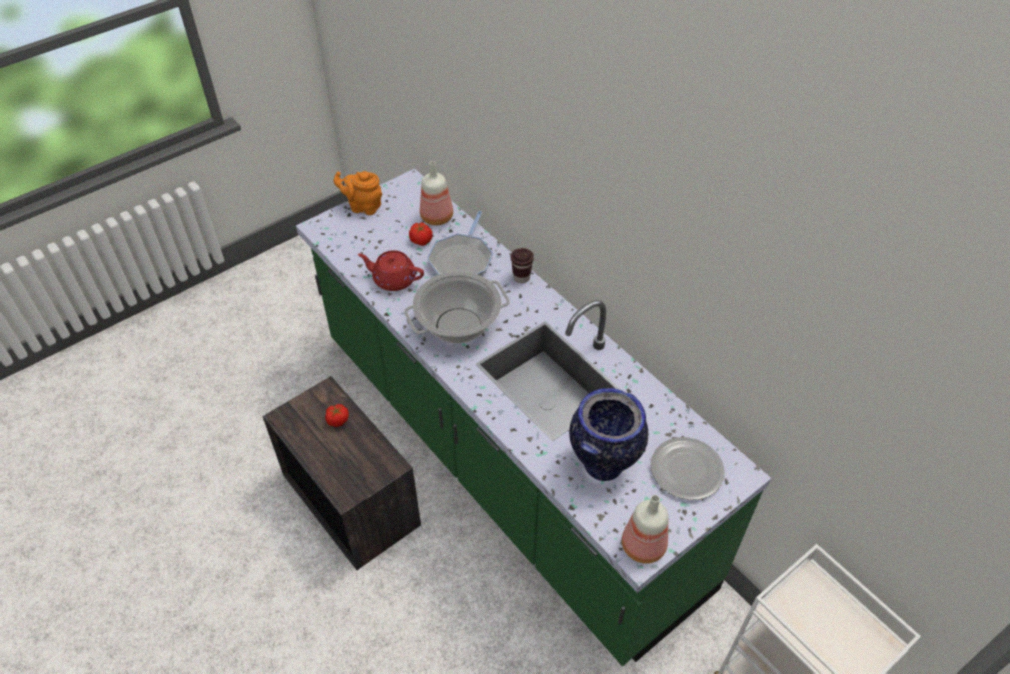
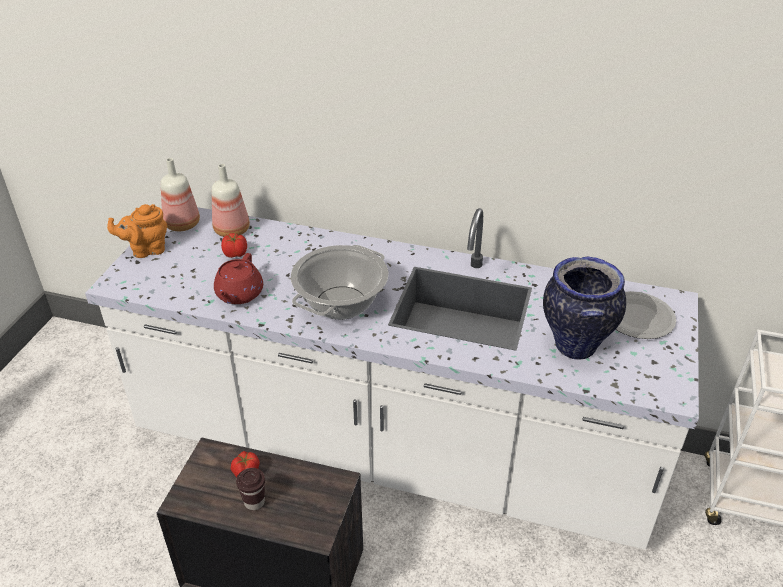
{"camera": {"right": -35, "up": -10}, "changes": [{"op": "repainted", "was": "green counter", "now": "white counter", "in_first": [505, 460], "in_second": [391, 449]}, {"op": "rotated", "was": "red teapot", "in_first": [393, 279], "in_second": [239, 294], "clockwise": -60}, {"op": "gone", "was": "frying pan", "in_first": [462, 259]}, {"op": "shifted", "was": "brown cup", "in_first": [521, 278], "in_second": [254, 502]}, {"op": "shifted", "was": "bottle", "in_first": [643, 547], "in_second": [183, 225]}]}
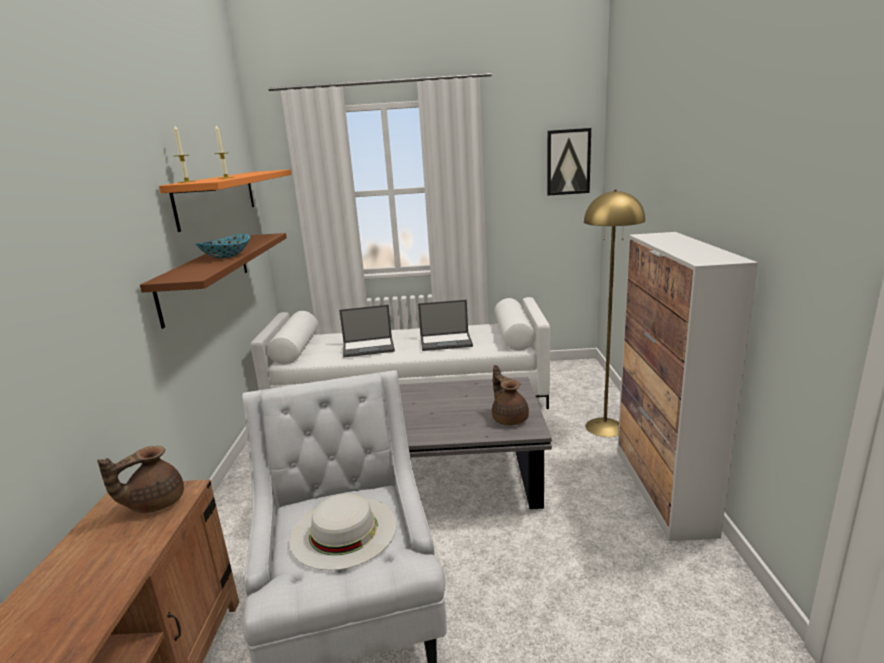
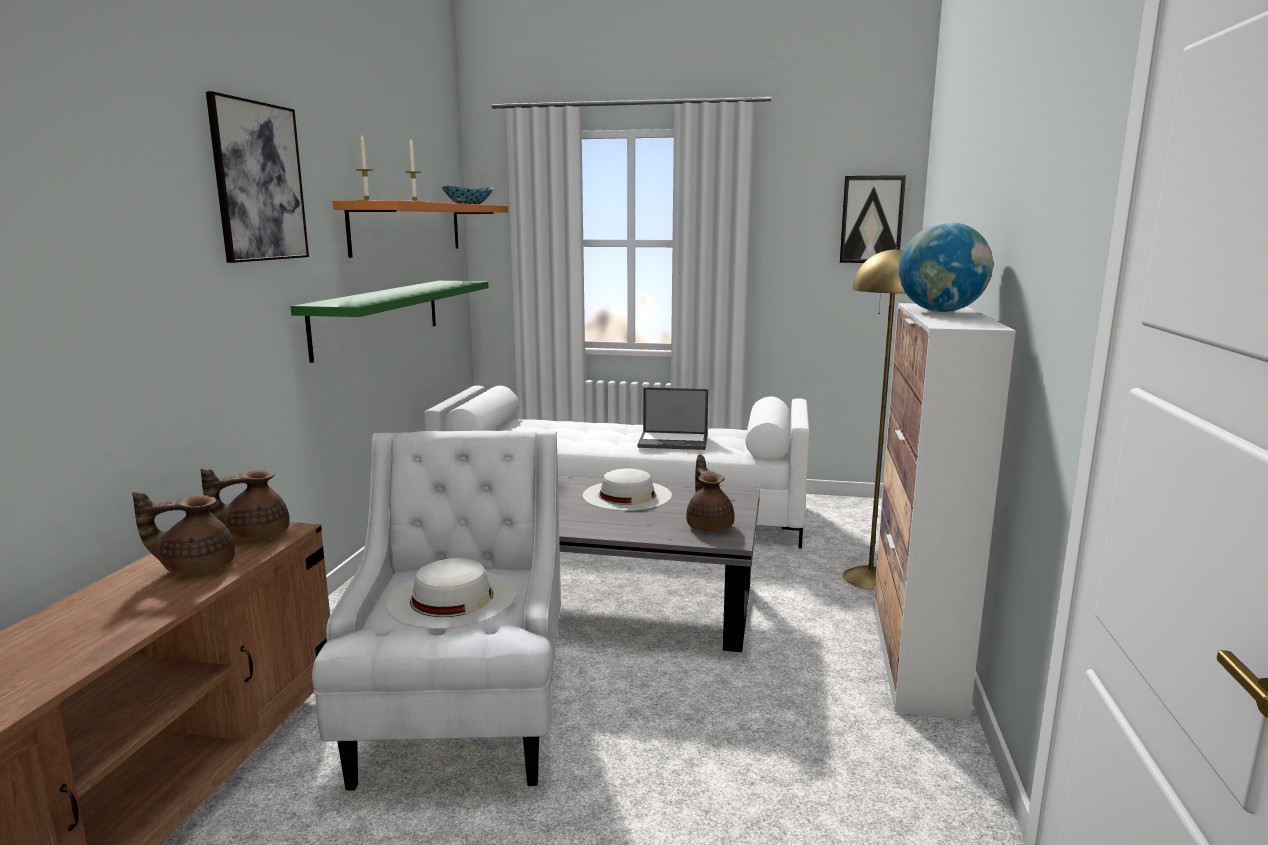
{"camera": {"right": 10, "up": -5}, "changes": [{"op": "repainted", "was": "brown shelf", "now": "green shelf", "in_first": [207, 275], "in_second": [379, 316]}, {"op": "shifted", "was": "bowl", "in_first": [226, 256], "in_second": [469, 204]}, {"op": "gone", "was": "laptop", "in_first": [369, 347]}, {"op": "new", "now": "brown teapot", "in_second": [196, 567]}, {"op": "new", "now": "picture", "in_second": [258, 182]}, {"op": "new", "now": "white hat", "in_second": [627, 495]}, {"op": "new", "now": "globe", "in_second": [941, 311]}]}
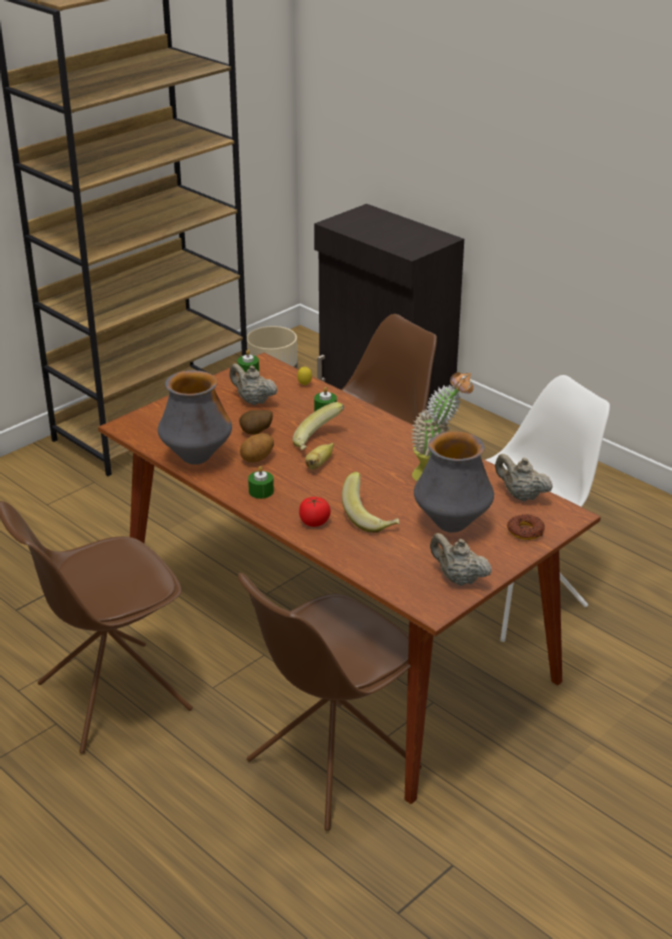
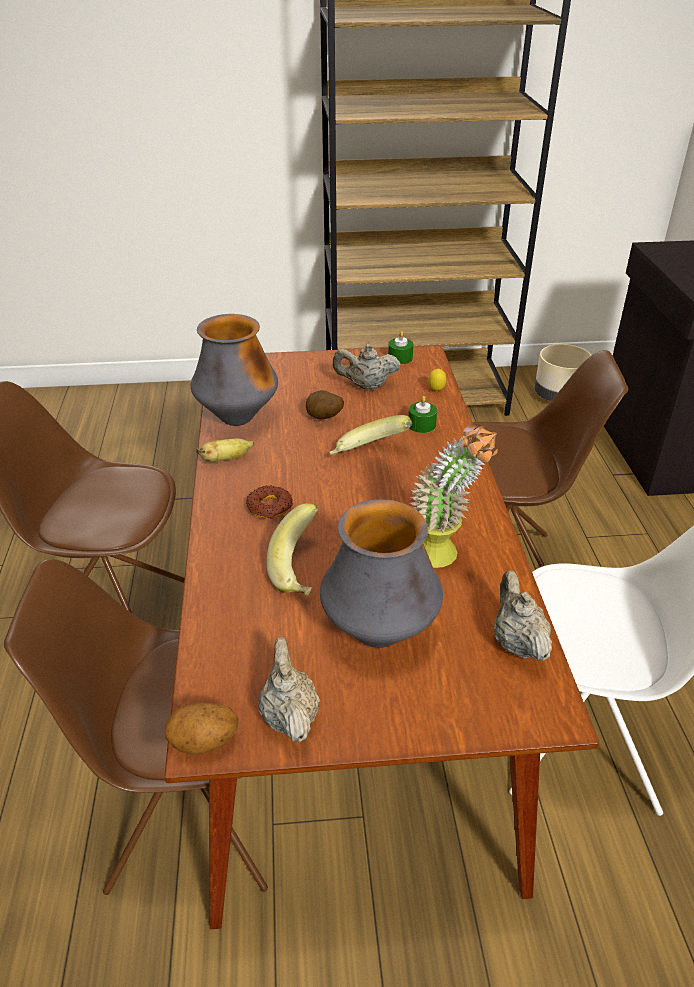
{"camera": {"right": 40, "up": 5}, "changes": [{"op": "rotated", "was": "beige teapot", "in_first": [253, 400], "in_second": [366, 386], "clockwise": -75}, {"op": "shifted", "was": "potato", "in_first": [257, 459], "in_second": [204, 743]}, {"op": "gone", "was": "green candle", "in_first": [261, 491]}, {"op": "gone", "was": "tomato", "in_first": [314, 522]}, {"op": "shifted", "was": "banana", "in_first": [319, 464], "in_second": [226, 459]}, {"op": "shifted", "was": "donut", "in_first": [525, 531], "in_second": [270, 507]}]}
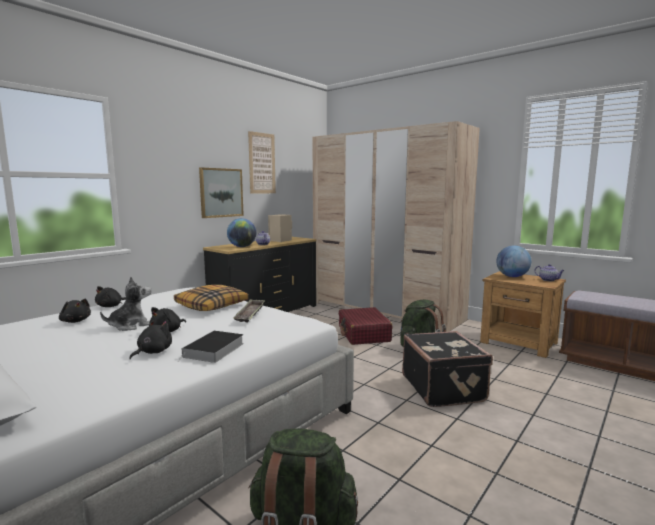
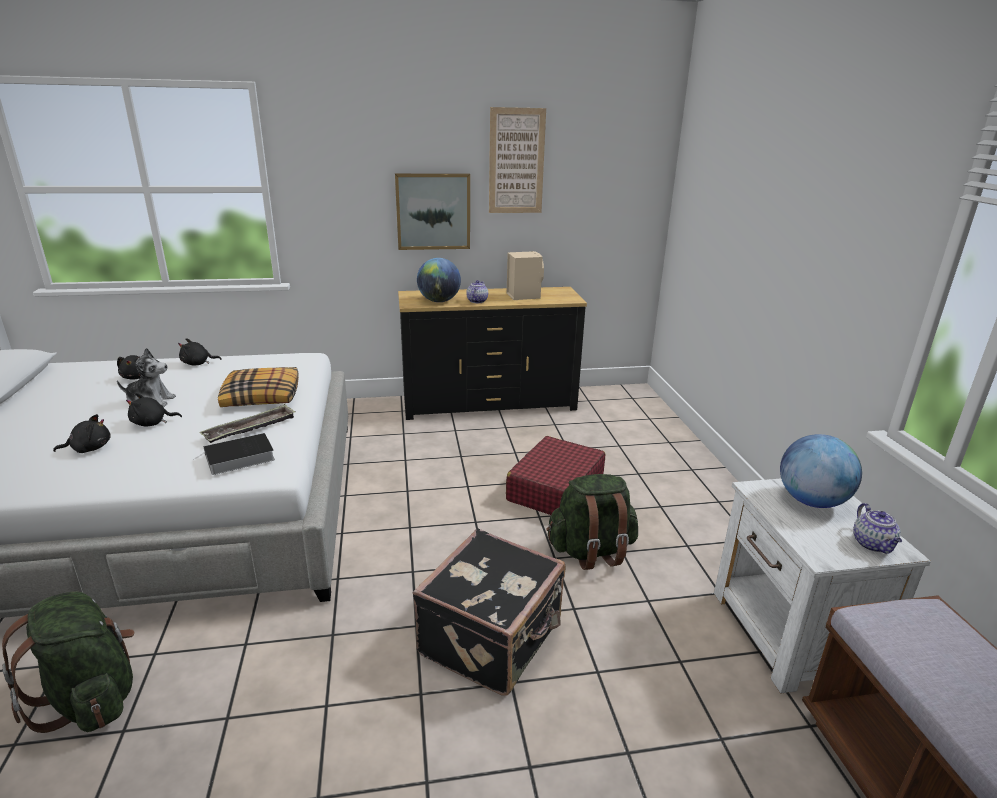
{"camera": {"right": 40, "up": 15}, "changes": [{"op": "shifted", "was": "book", "in_first": [213, 350], "in_second": [237, 458]}, {"op": "gone", "was": "beige wardrobe", "in_first": [385, 310]}, {"op": "repainted", "was": "brown nightstand", "now": "white nightstand", "in_first": [519, 343], "in_second": [790, 635]}]}
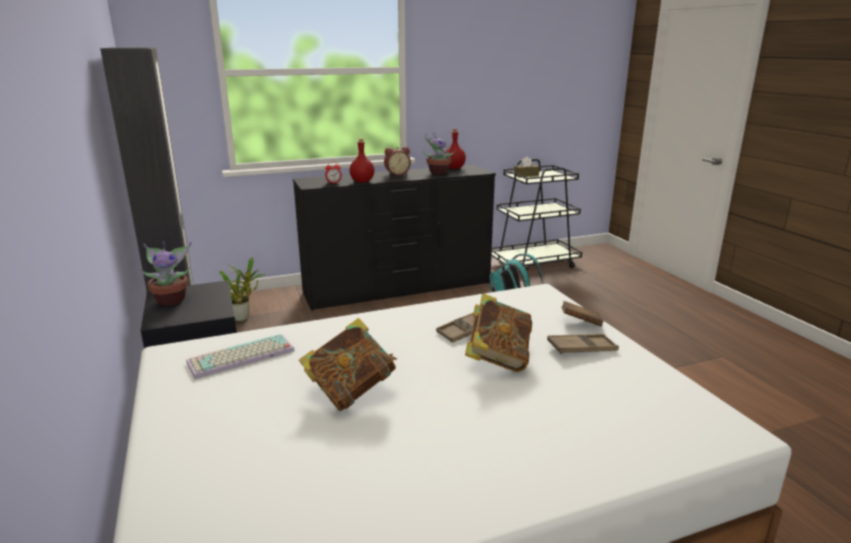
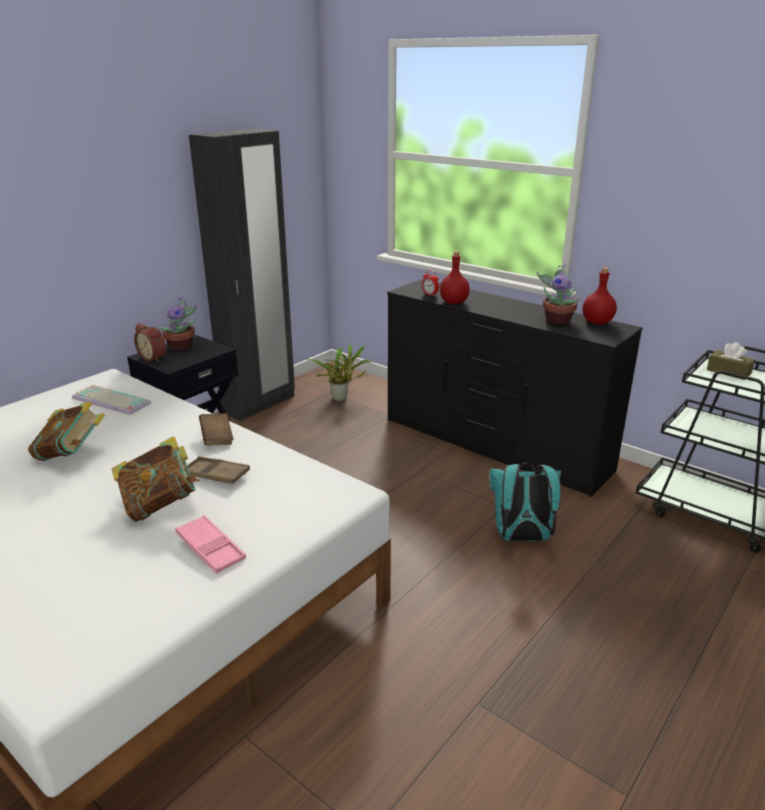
{"camera": {"right": 60, "up": 5}, "changes": [{"op": "shifted", "was": "alarm clock", "in_first": [397, 174], "in_second": [154, 358]}, {"op": "repainted", "was": "brown tray", "now": "pink tray", "in_first": [582, 348], "in_second": [210, 548]}, {"op": "shifted", "was": "brown book", "in_first": [580, 323], "in_second": [217, 438]}]}
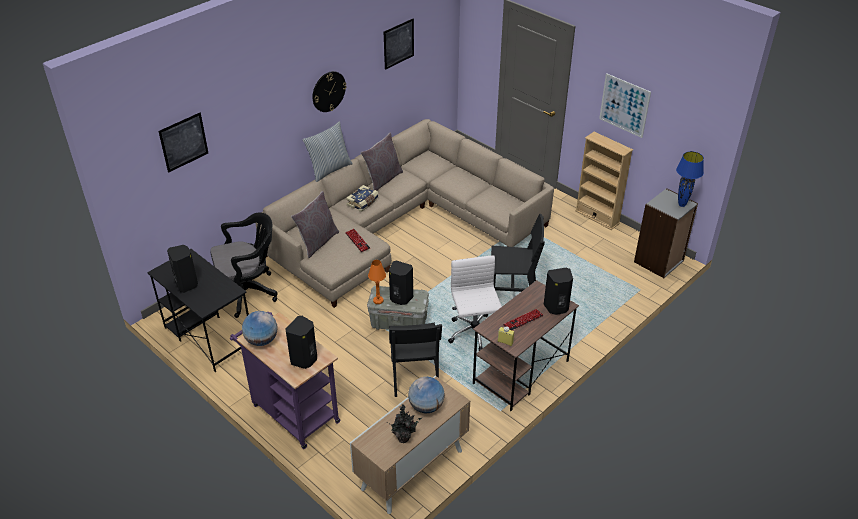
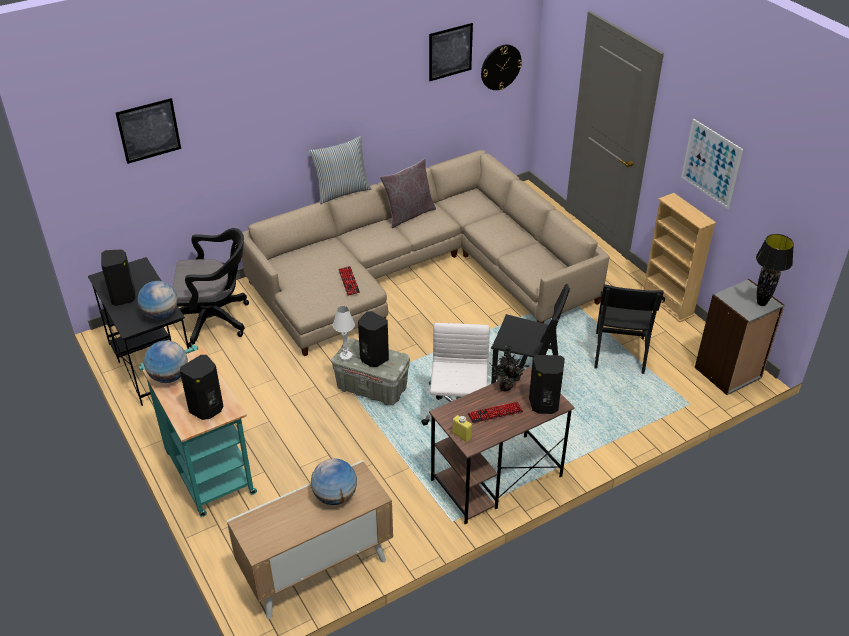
{"camera": {"right": 15, "up": 0}, "changes": [{"op": "repainted", "was": "purple cart", "now": "turquoise cart", "in_first": [292, 411], "in_second": [207, 468]}, {"op": "gone", "was": "grey pillow", "in_first": [317, 242]}, {"op": "shifted", "was": "wall clock", "in_first": [328, 91], "in_second": [500, 67]}, {"op": "gone", "was": "book", "in_first": [363, 203]}, {"op": "repainted", "was": "orange table lamp", "now": "white table lamp", "in_first": [378, 300], "in_second": [346, 356]}, {"op": "shifted", "was": "potted plant", "in_first": [404, 437], "in_second": [507, 386]}, {"op": "shifted", "was": "black chair", "in_first": [414, 376], "in_second": [619, 352]}, {"op": "repainted", "was": "blue table lamp", "now": "black table lamp", "in_first": [681, 205], "in_second": [761, 303]}, {"op": "new", "now": "globe", "in_second": [160, 314]}]}
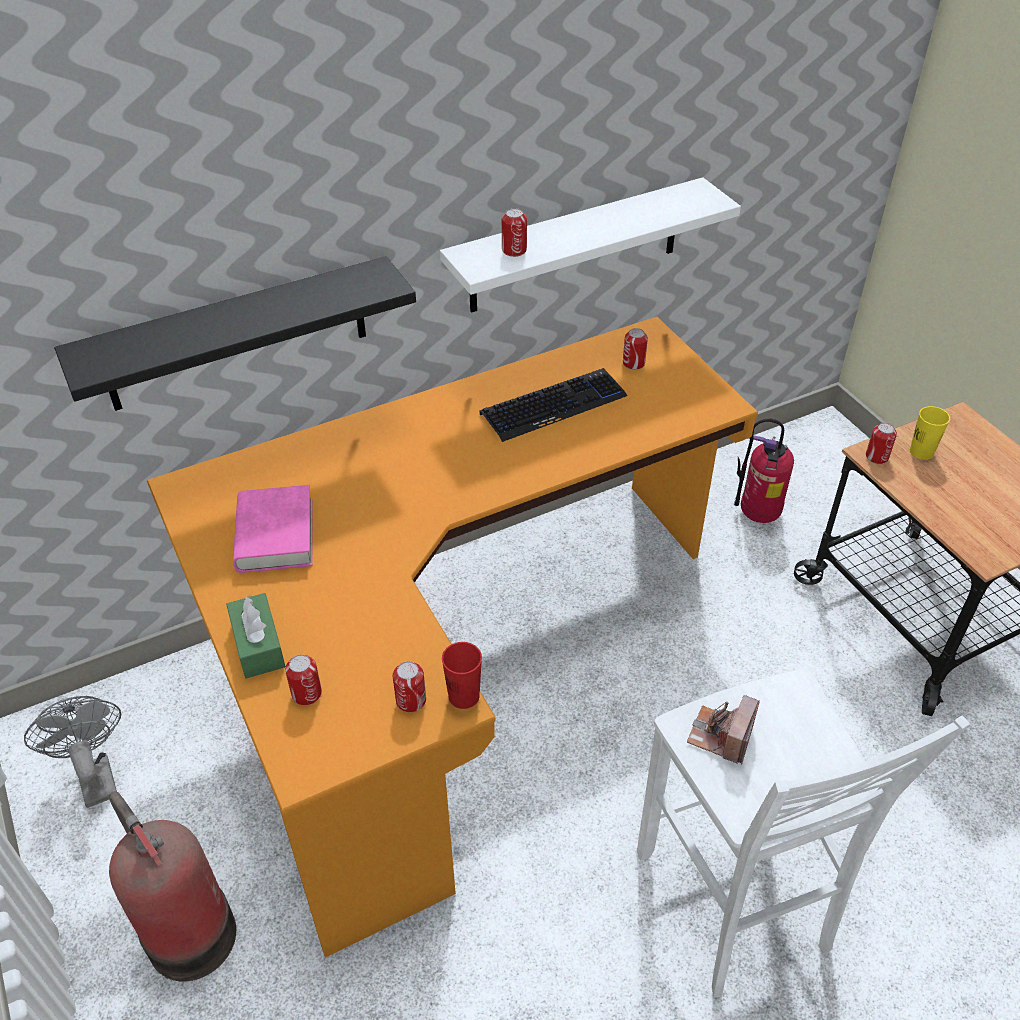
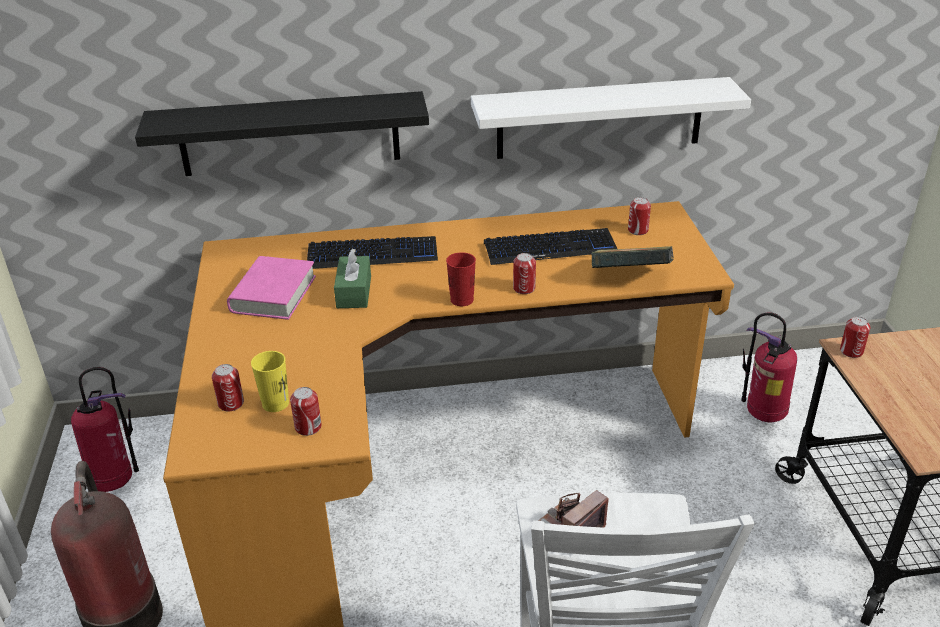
{"camera": {"right": 20, "up": -10}, "changes": [{"op": "swapped", "was": "grey fan", "now": "fire extinguisher", "in_first": [94, 775], "in_second": [115, 480]}, {"op": "shifted", "was": "green tissue box", "in_first": [258, 645], "in_second": [354, 292]}, {"op": "shifted", "was": "red cup", "in_first": [464, 696], "in_second": [462, 300]}, {"op": "shifted", "was": "can", "in_first": [514, 250], "in_second": [524, 288]}, {"op": "shifted", "was": "yellow cup", "in_first": [921, 452], "in_second": [275, 403]}, {"op": "new", "now": "keyboard", "in_second": [372, 254]}, {"op": "new", "now": "book", "in_second": [630, 278]}]}
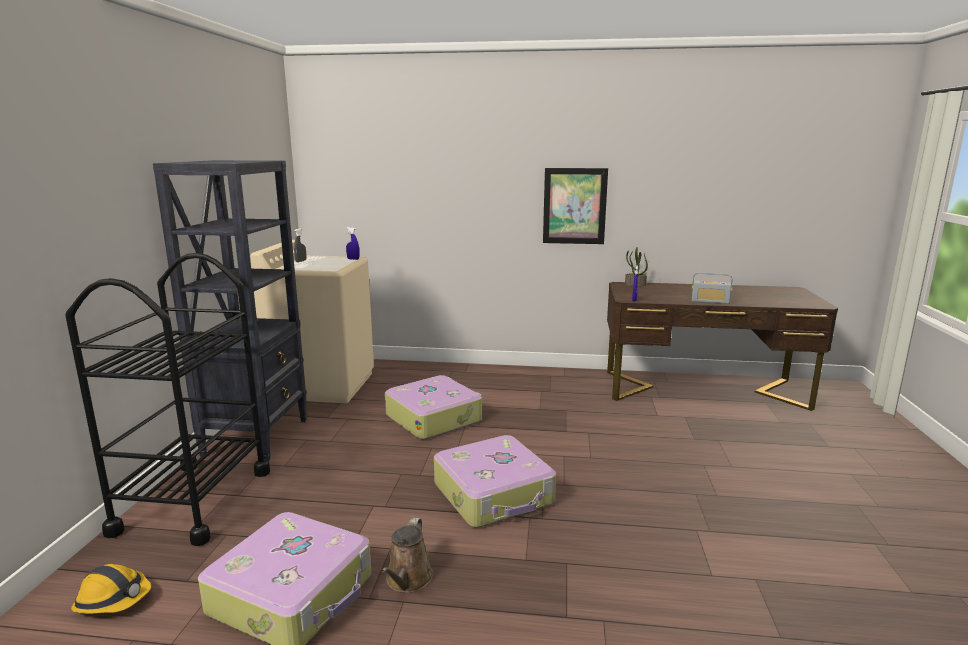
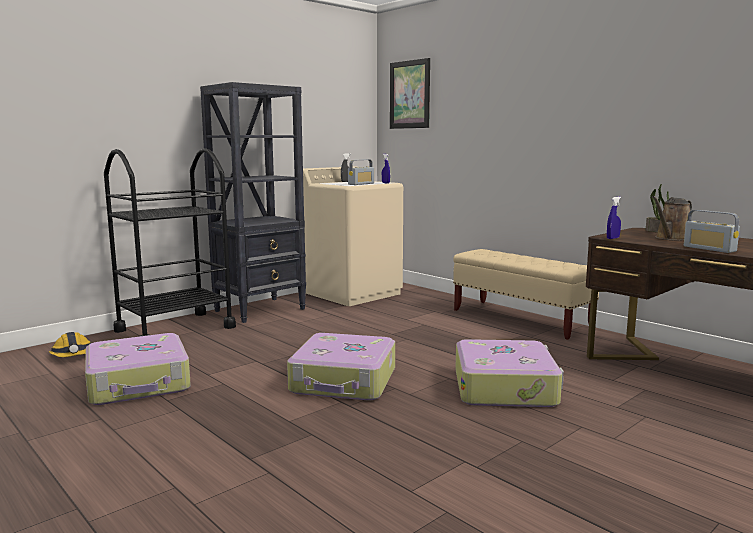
{"camera": {"right": 40, "up": -5}, "changes": [{"op": "shifted", "was": "brown watering can", "in_first": [408, 580], "in_second": [672, 238]}, {"op": "shifted", "was": "suitcase", "in_first": [434, 418], "in_second": [505, 387]}, {"op": "shifted", "was": "picture", "in_first": [574, 206], "in_second": [409, 94]}, {"op": "new", "now": "radio", "in_second": [361, 184]}, {"op": "new", "now": "beige bench", "in_second": [521, 319]}]}
